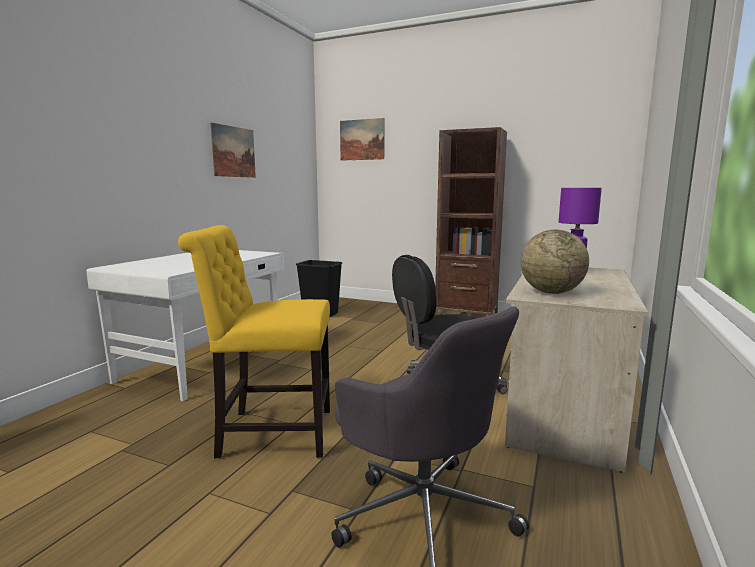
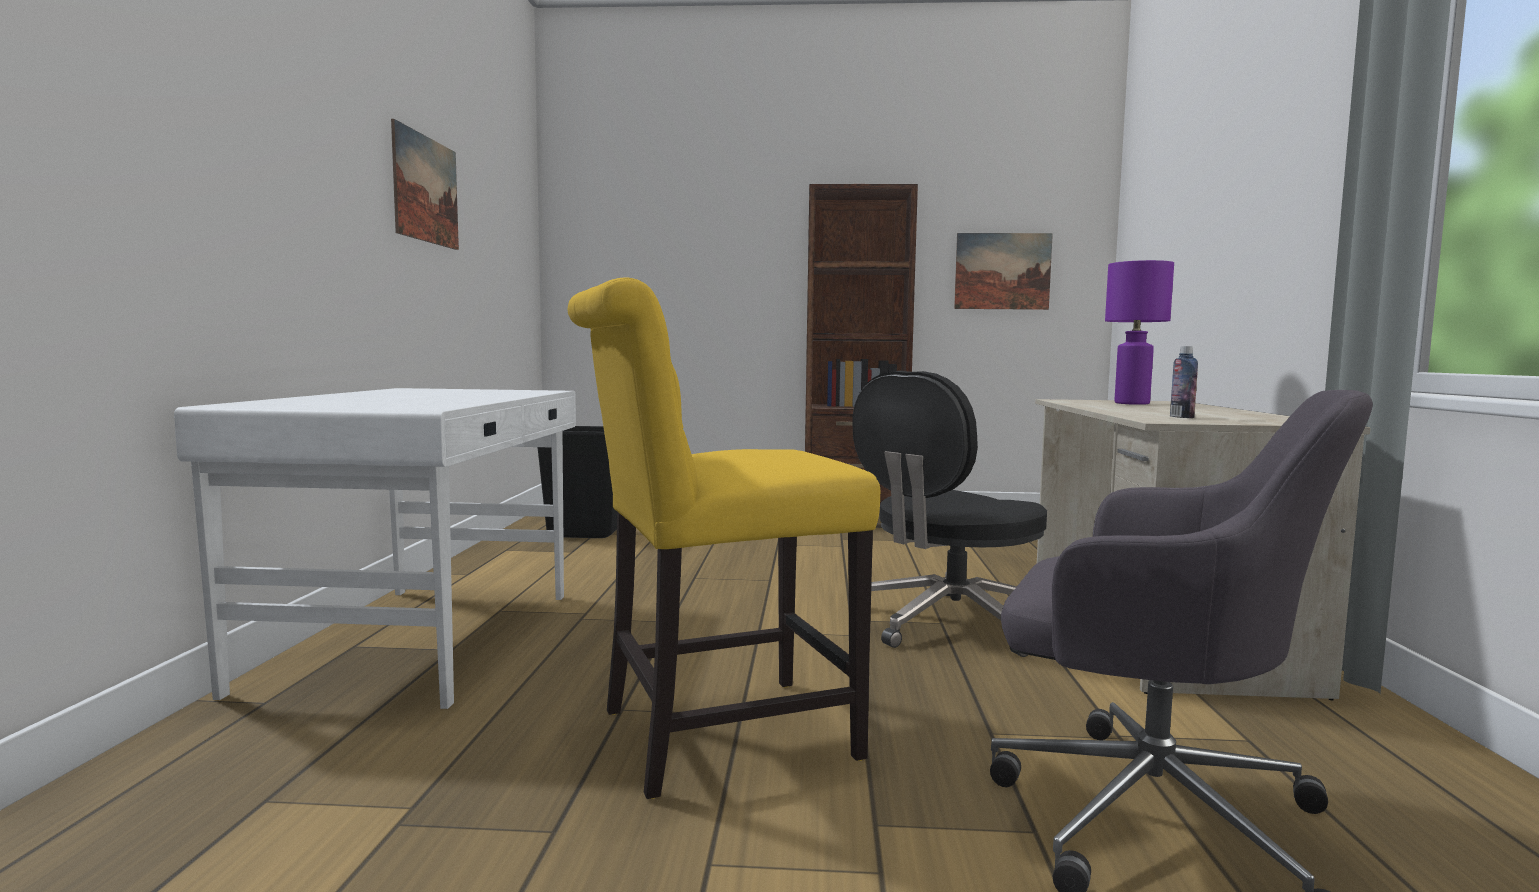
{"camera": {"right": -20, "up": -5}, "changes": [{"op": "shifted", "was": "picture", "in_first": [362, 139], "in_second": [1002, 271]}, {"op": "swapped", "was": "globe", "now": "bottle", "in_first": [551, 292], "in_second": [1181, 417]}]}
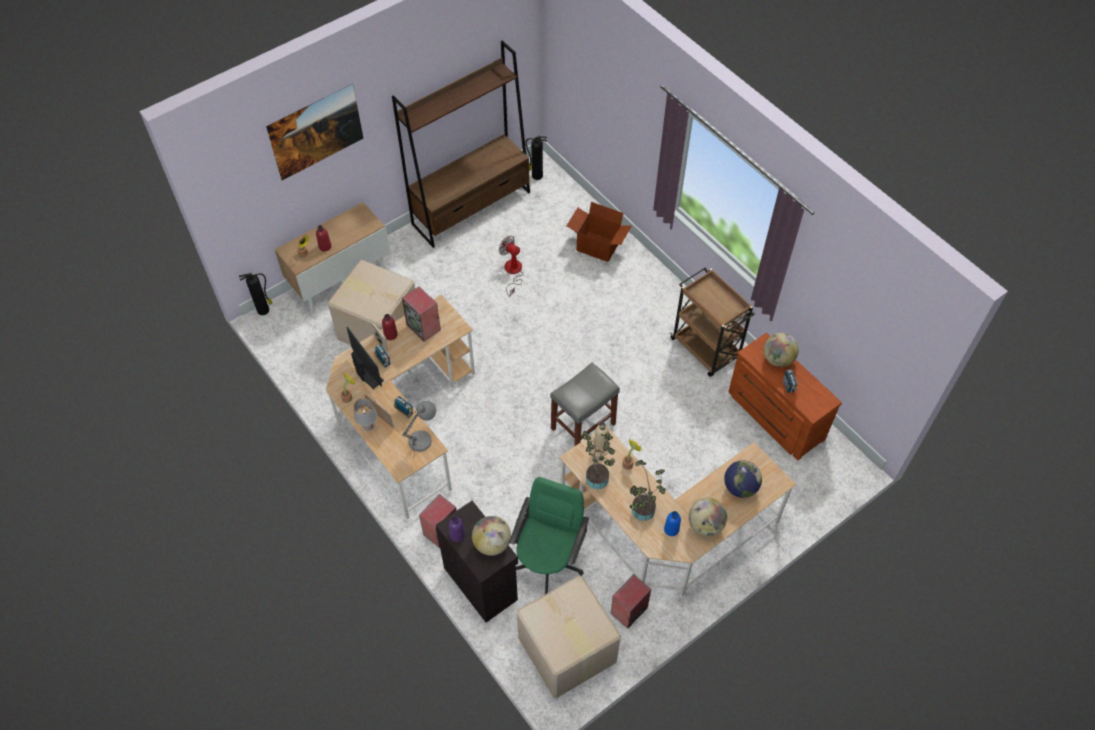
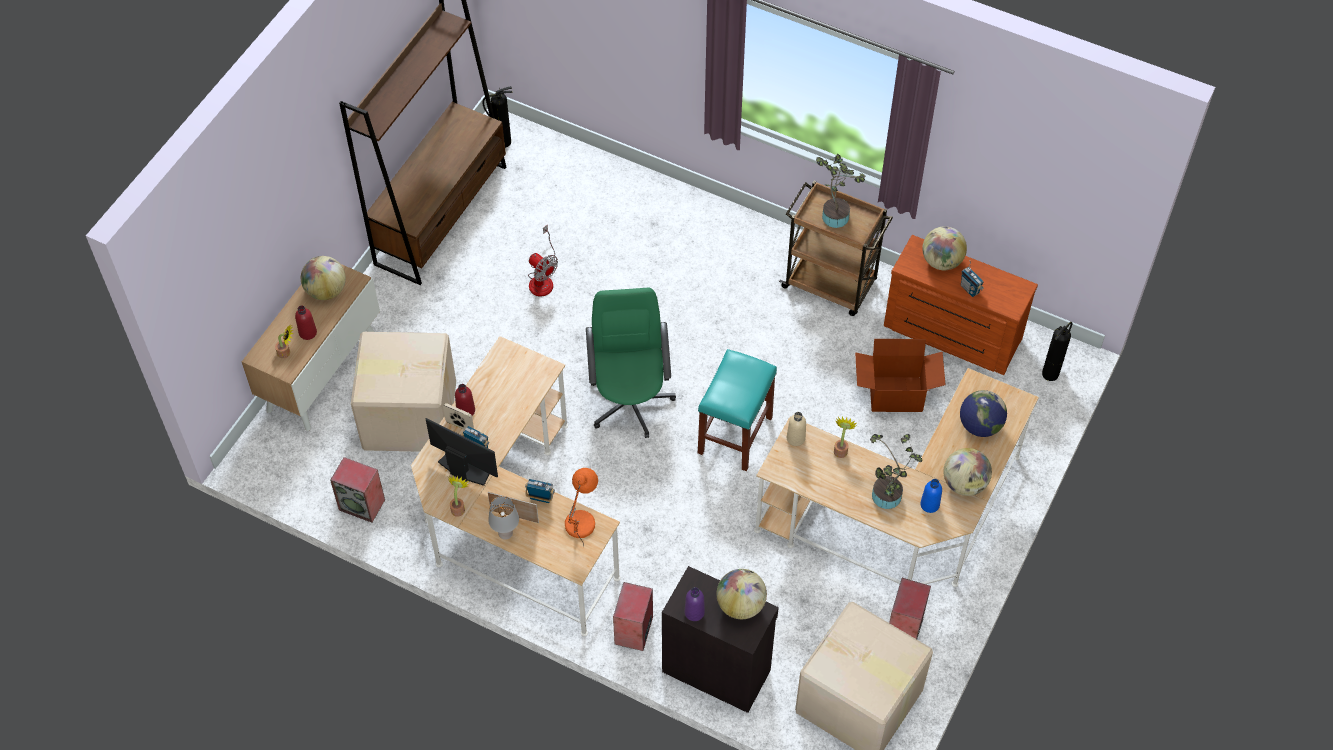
{"camera": {"right": -25, "up": 0}, "changes": [{"op": "shifted", "was": "fire extinguisher", "in_first": [264, 310], "in_second": [1051, 373]}, {"op": "gone", "was": "picture", "in_first": [320, 146]}, {"op": "shifted", "was": "speaker", "in_first": [424, 327], "in_second": [363, 504]}, {"op": "repainted", "was": "grey table lamp", "now": "orange table lamp", "in_first": [422, 439], "in_second": [582, 521]}, {"op": "rotated", "was": "fan", "in_first": [513, 272], "in_second": [542, 278], "clockwise": -150}, {"op": "shifted", "was": "green office chair", "in_first": [548, 561], "in_second": [630, 401]}, {"op": "repainted", "was": "grey stool", "now": "turquoise stool", "in_first": [583, 425], "in_second": [735, 434]}, {"op": "shifted", "was": "cardboard box", "in_first": [597, 247], "in_second": [895, 395]}, {"op": "shifted", "was": "potted plant", "in_first": [598, 476], "in_second": [835, 214]}, {"op": "new", "now": "globe", "in_second": [326, 291]}]}
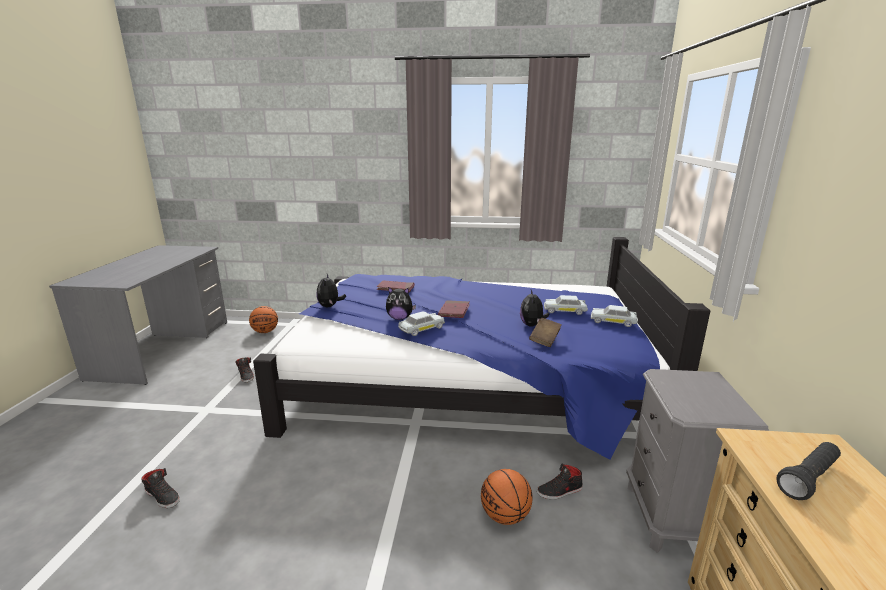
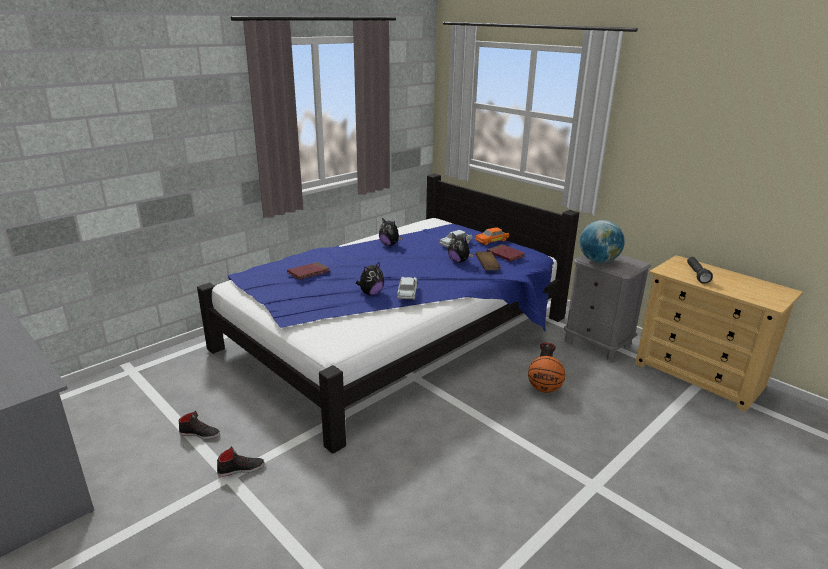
{"camera": {"right": -50, "up": 5}, "changes": [{"op": "shifted", "was": "black shoe", "in_first": [163, 496], "in_second": [241, 469]}, {"op": "gone", "was": "basketball", "in_first": [265, 332]}, {"op": "shifted", "was": "plush toy", "in_first": [330, 306], "in_second": [389, 244]}, {"op": "shifted", "was": "red book", "in_first": [454, 311], "in_second": [505, 255]}, {"op": "repainted", "was": "white toy car", "now": "orange toy car", "in_first": [613, 321], "in_second": [491, 241]}, {"op": "new", "now": "globe", "in_second": [598, 261]}]}
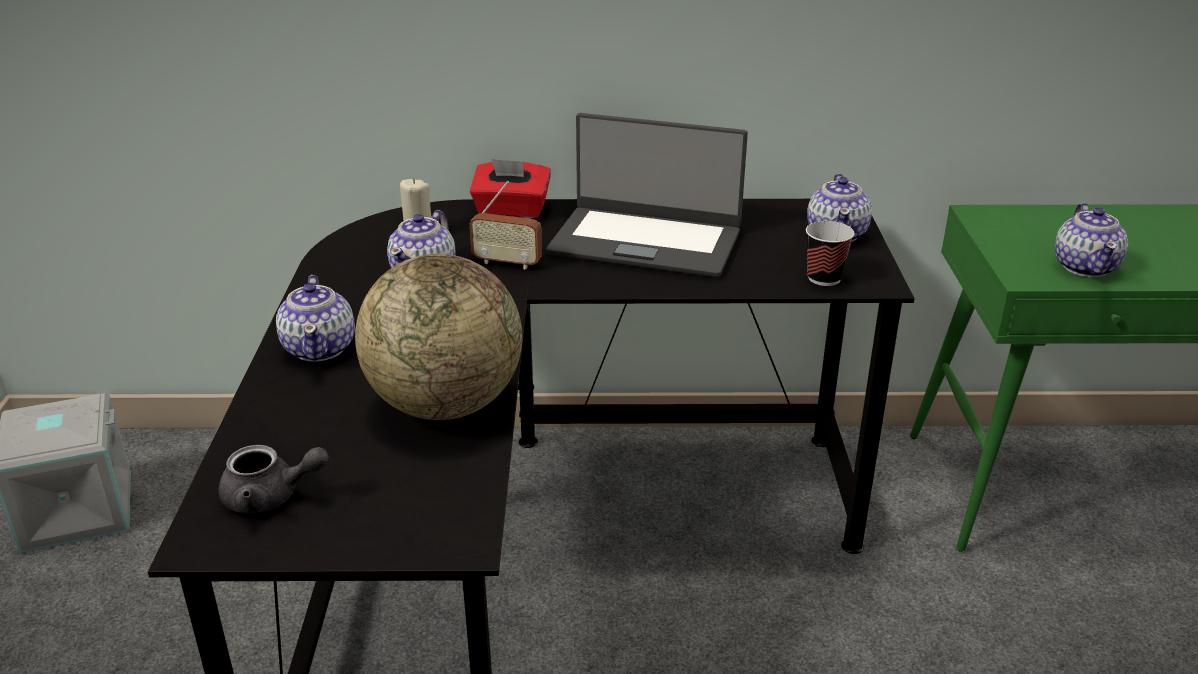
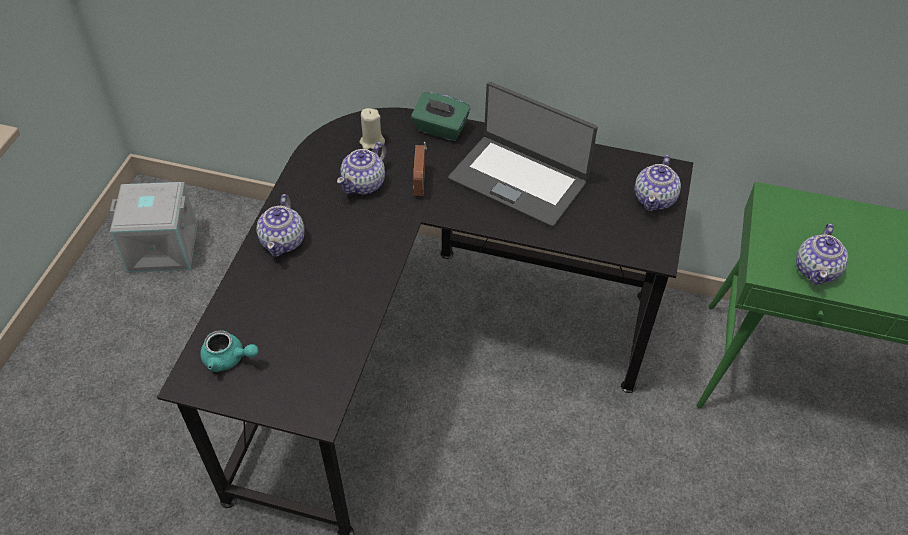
{"camera": {"right": 15, "up": 20}, "changes": [{"op": "repainted", "was": "grey teapot", "now": "turquoise teapot", "in_first": [271, 497], "in_second": [229, 359]}, {"op": "gone", "was": "globe", "in_first": [445, 404]}, {"op": "repainted", "was": "red tissue box", "now": "green tissue box", "in_first": [511, 211], "in_second": [440, 129]}, {"op": "rotated", "was": "radio", "in_first": [507, 263], "in_second": [420, 183], "clockwise": 60}, {"op": "gone", "was": "cup", "in_first": [824, 278]}]}
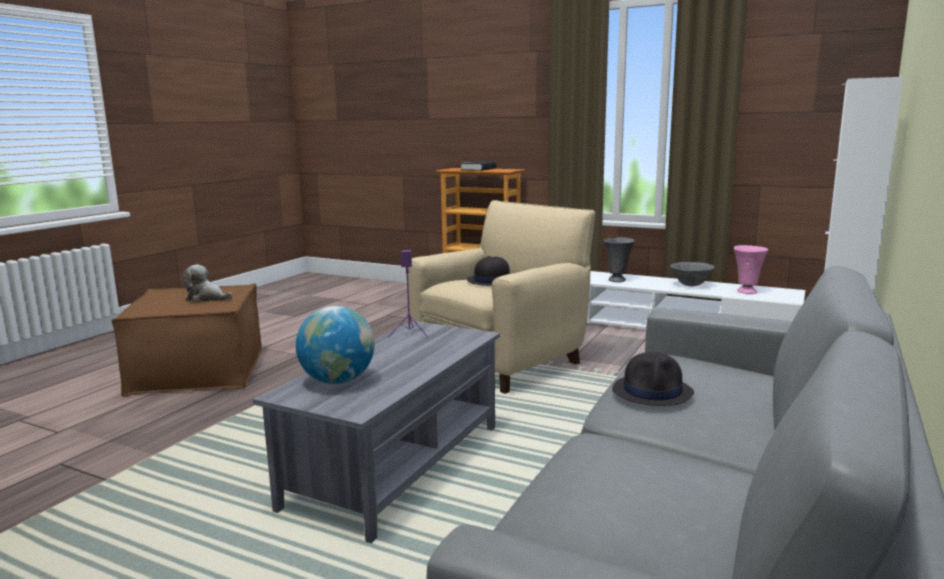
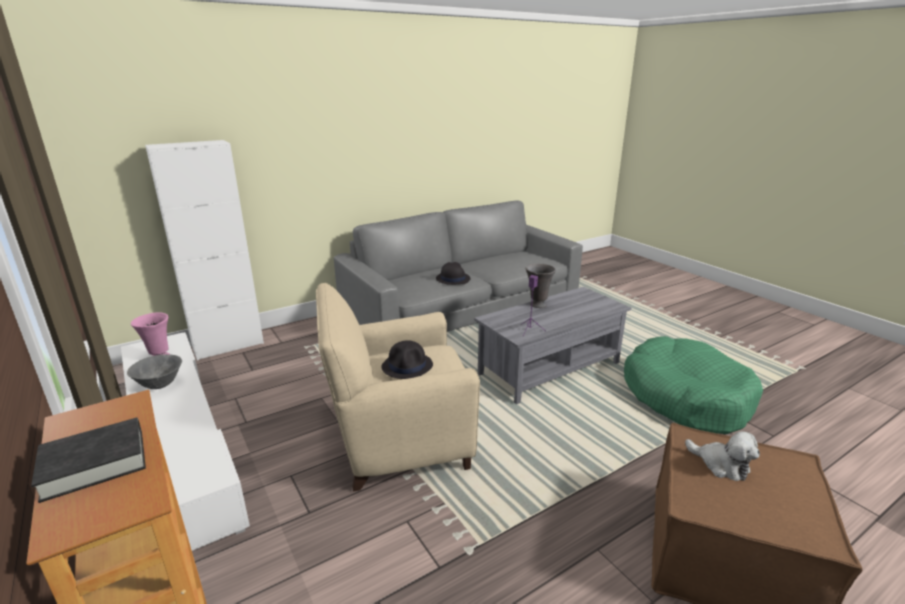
{"camera": {"right": -150, "up": 10}, "changes": [{"op": "gone", "was": "globe", "in_first": [338, 381]}, {"op": "shifted", "was": "grey vase", "in_first": [617, 280], "in_second": [537, 305]}, {"op": "new", "now": "green dog bed", "in_second": [685, 397]}]}
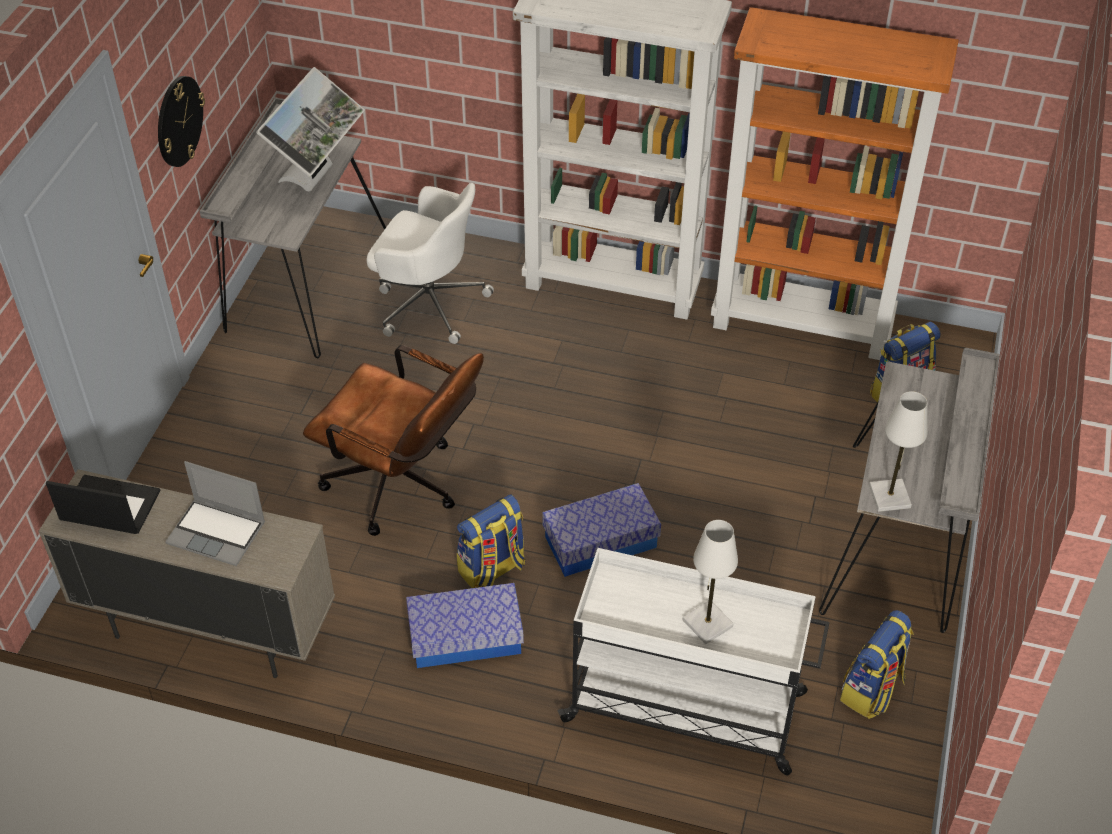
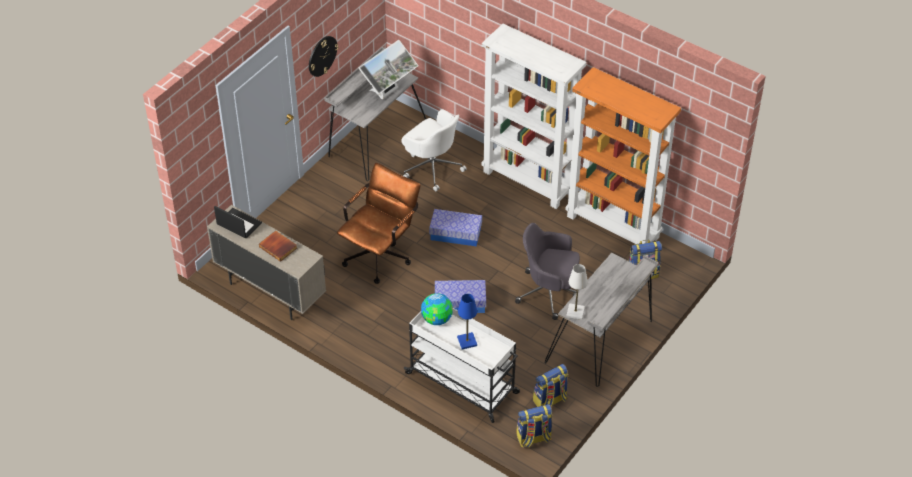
{"camera": {"right": 20, "up": 0}, "changes": [{"op": "swapped", "was": "laptop", "now": "book", "in_first": [218, 533], "in_second": [278, 247]}, {"op": "rotated", "was": "brown office chair", "in_first": [403, 488], "in_second": [381, 253], "clockwise": -105}, {"op": "shifted", "was": "storage box", "in_first": [466, 637], "in_second": [455, 234]}, {"op": "shifted", "was": "backpack", "in_first": [492, 569], "in_second": [533, 438]}, {"op": "repainted", "was": "white table lamp", "now": "blue table lamp", "in_first": [707, 623], "in_second": [467, 341]}, {"op": "new", "now": "globe", "in_second": [437, 319]}, {"op": "new", "now": "grey office chair", "in_second": [549, 292]}]}
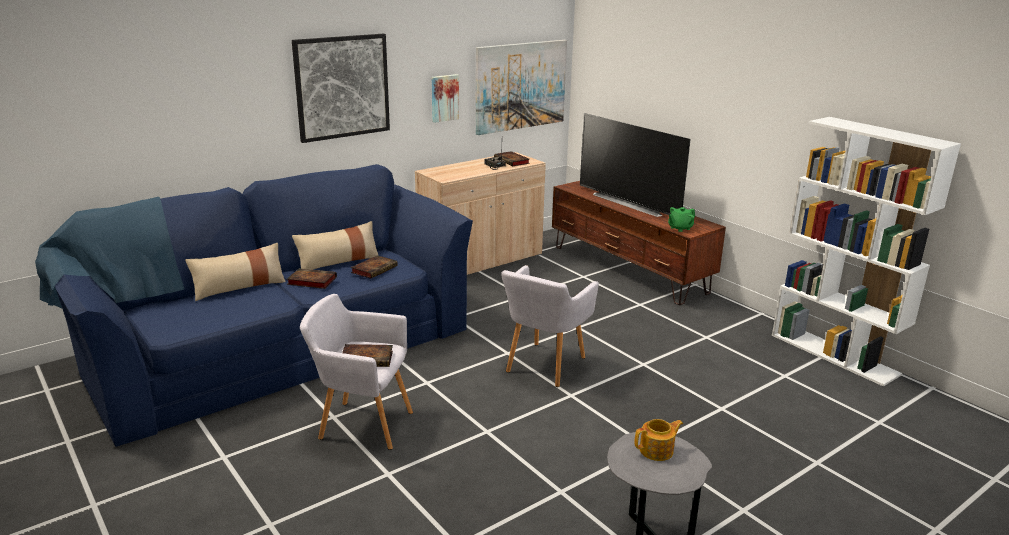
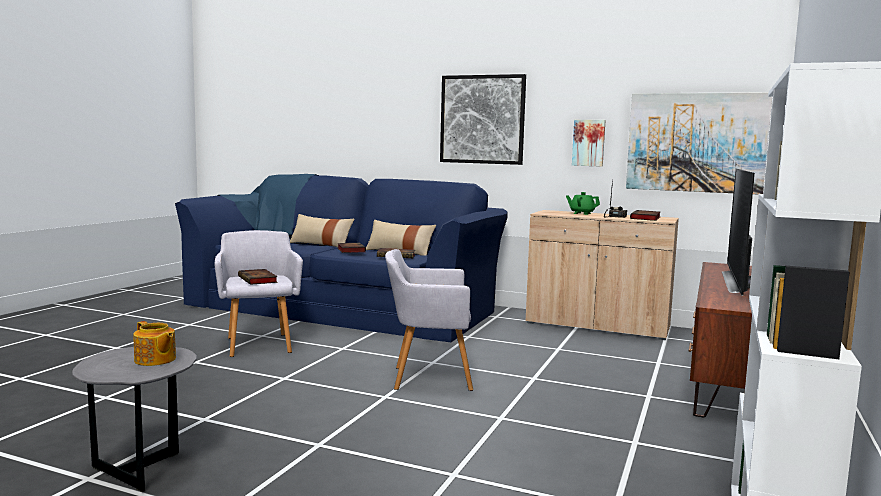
{"camera": {"right": 60, "up": -15}, "changes": [{"op": "shifted", "was": "green teapot", "in_first": [680, 228], "in_second": [582, 213]}]}
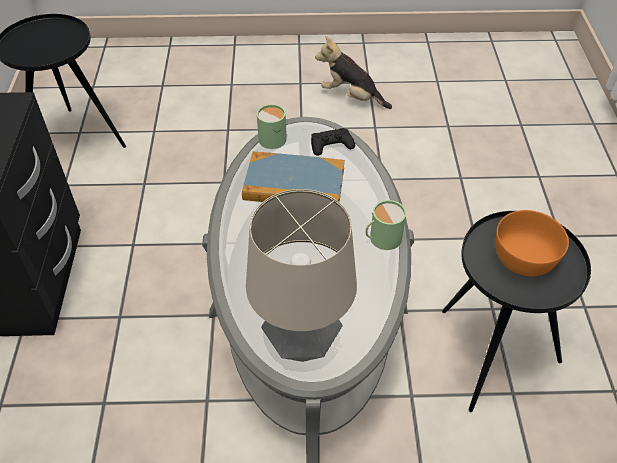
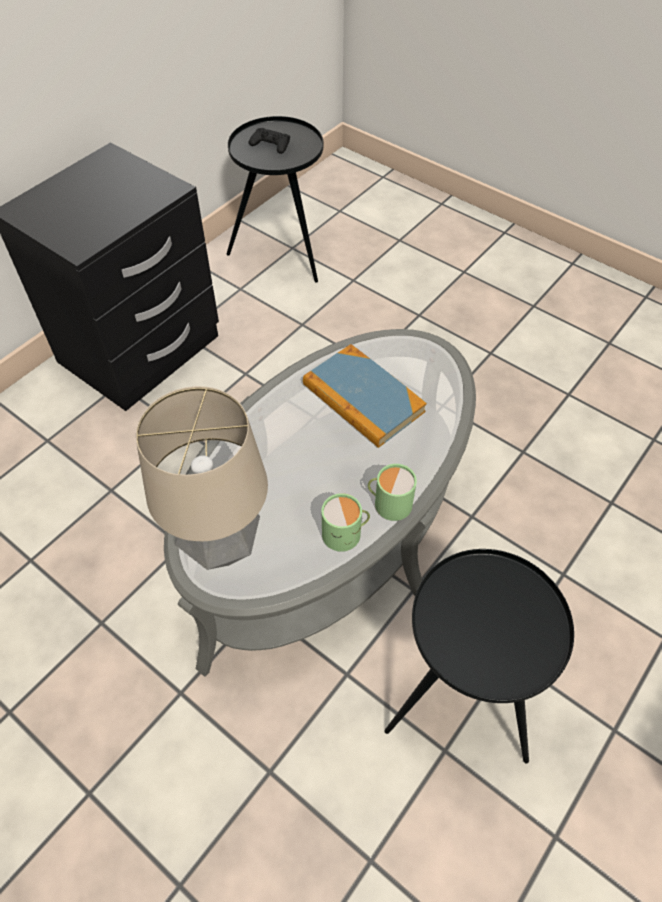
{"camera": {"right": 40, "up": 5}, "changes": [{"op": "shifted", "was": "green mug", "in_first": [275, 137], "in_second": [346, 533]}, {"op": "shifted", "was": "black game controller", "in_first": [331, 145], "in_second": [270, 145]}, {"op": "gone", "was": "plush toy", "in_first": [351, 97]}, {"op": "gone", "was": "orange bowl", "in_first": [524, 258]}]}
